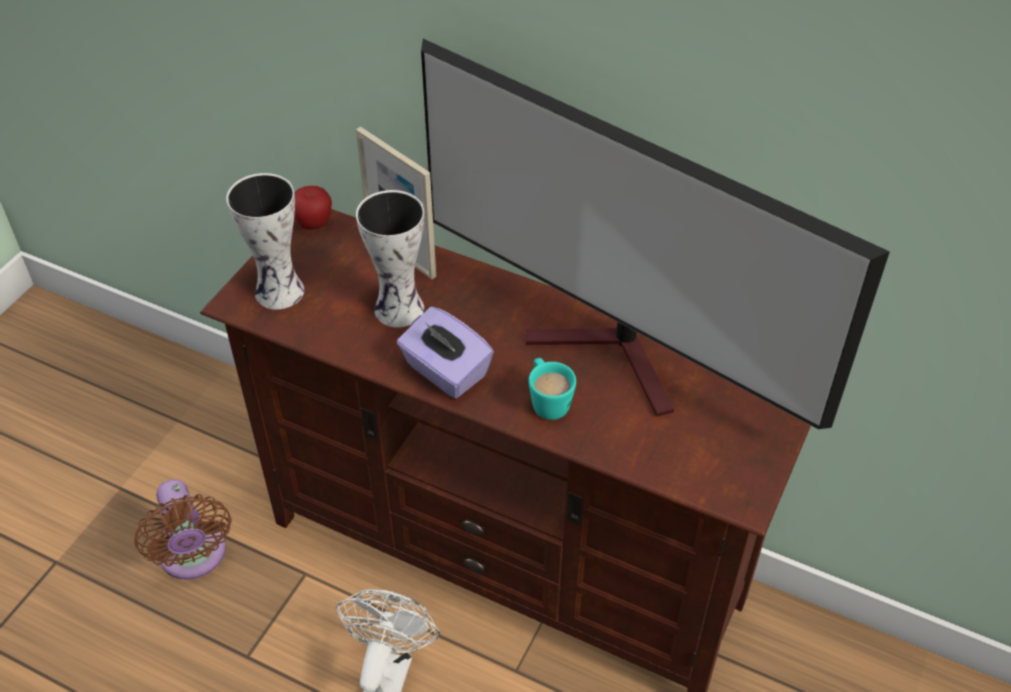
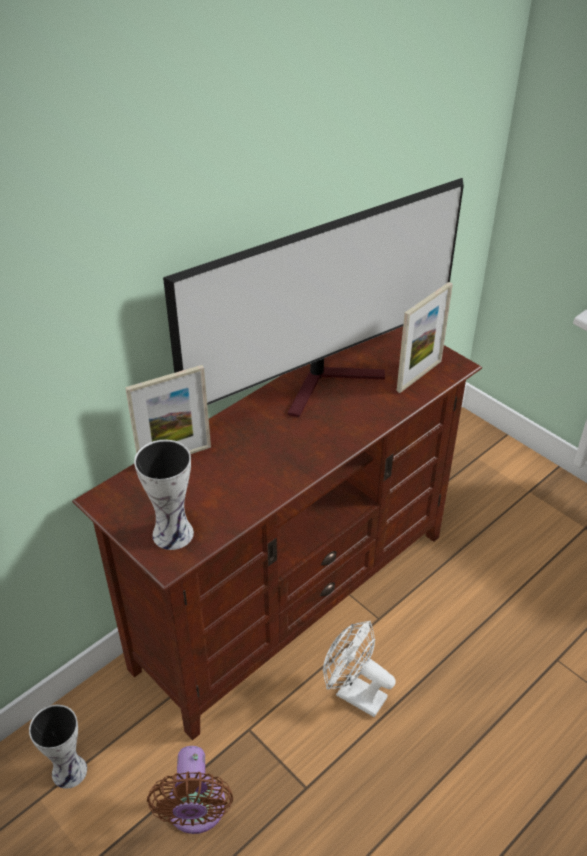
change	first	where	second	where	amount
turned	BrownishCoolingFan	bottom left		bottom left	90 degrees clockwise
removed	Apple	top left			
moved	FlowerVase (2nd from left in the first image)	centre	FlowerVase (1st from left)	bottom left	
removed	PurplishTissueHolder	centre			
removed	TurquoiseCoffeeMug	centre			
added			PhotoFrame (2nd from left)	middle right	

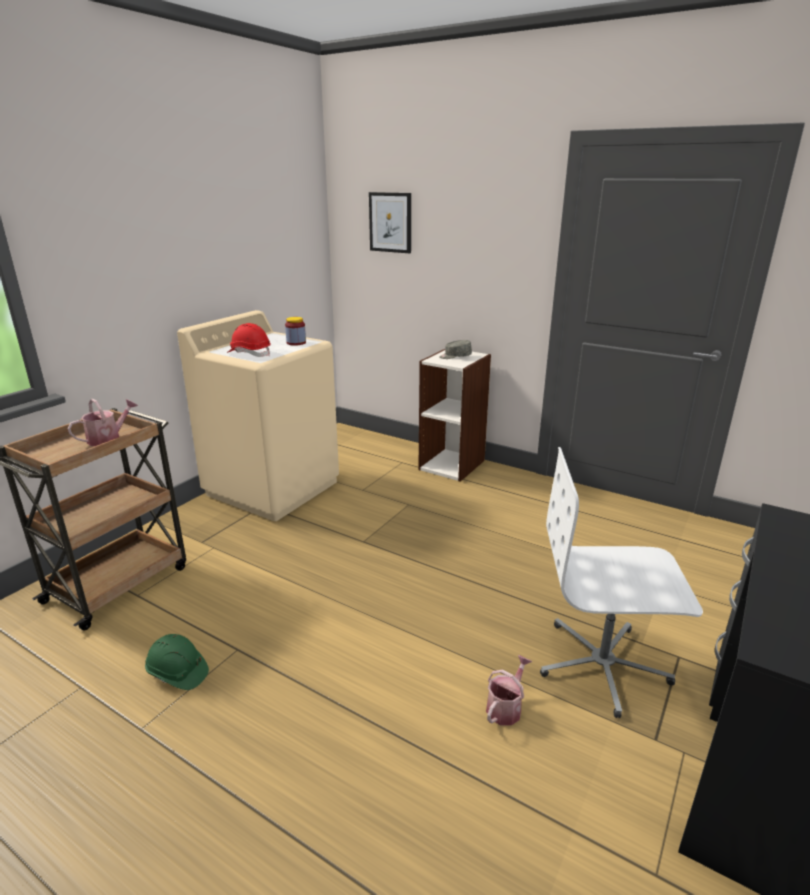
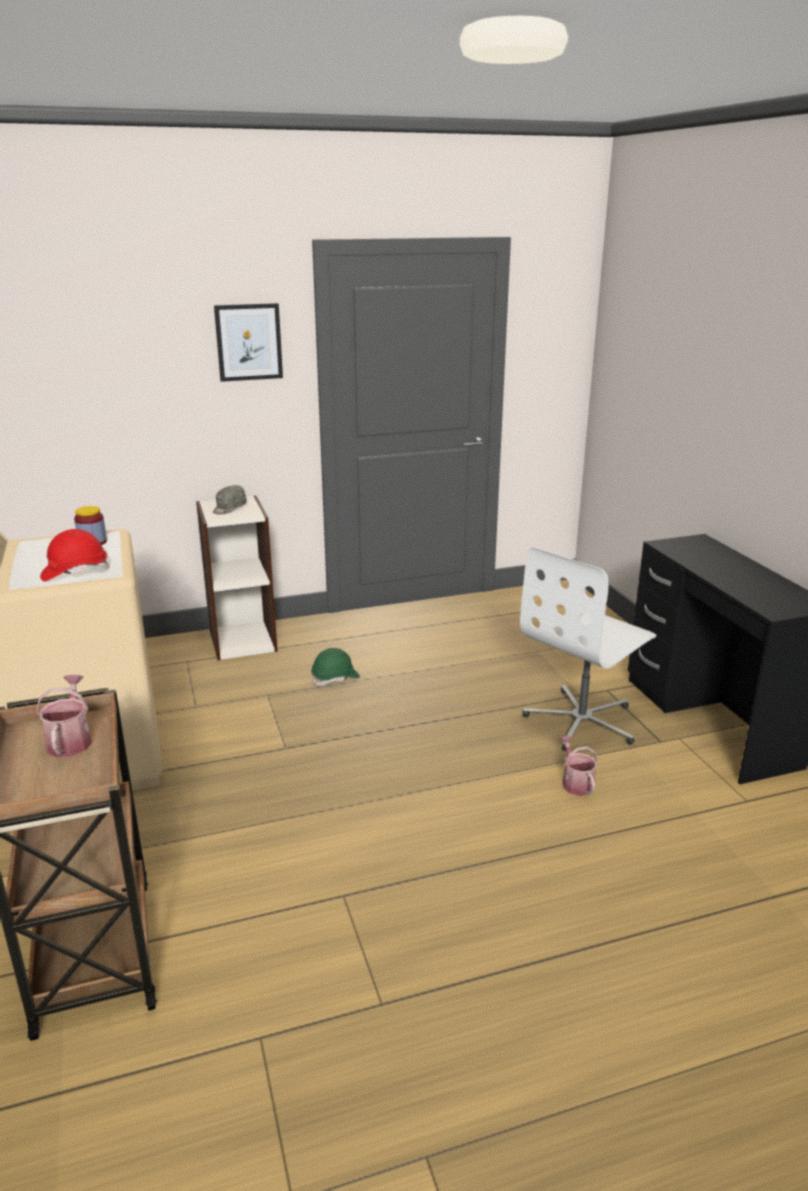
change	first	where	second	where	amount
moved	GreenColouredWorkHelmet	bottom left		centre	
moved	Picture	top centre		top left	

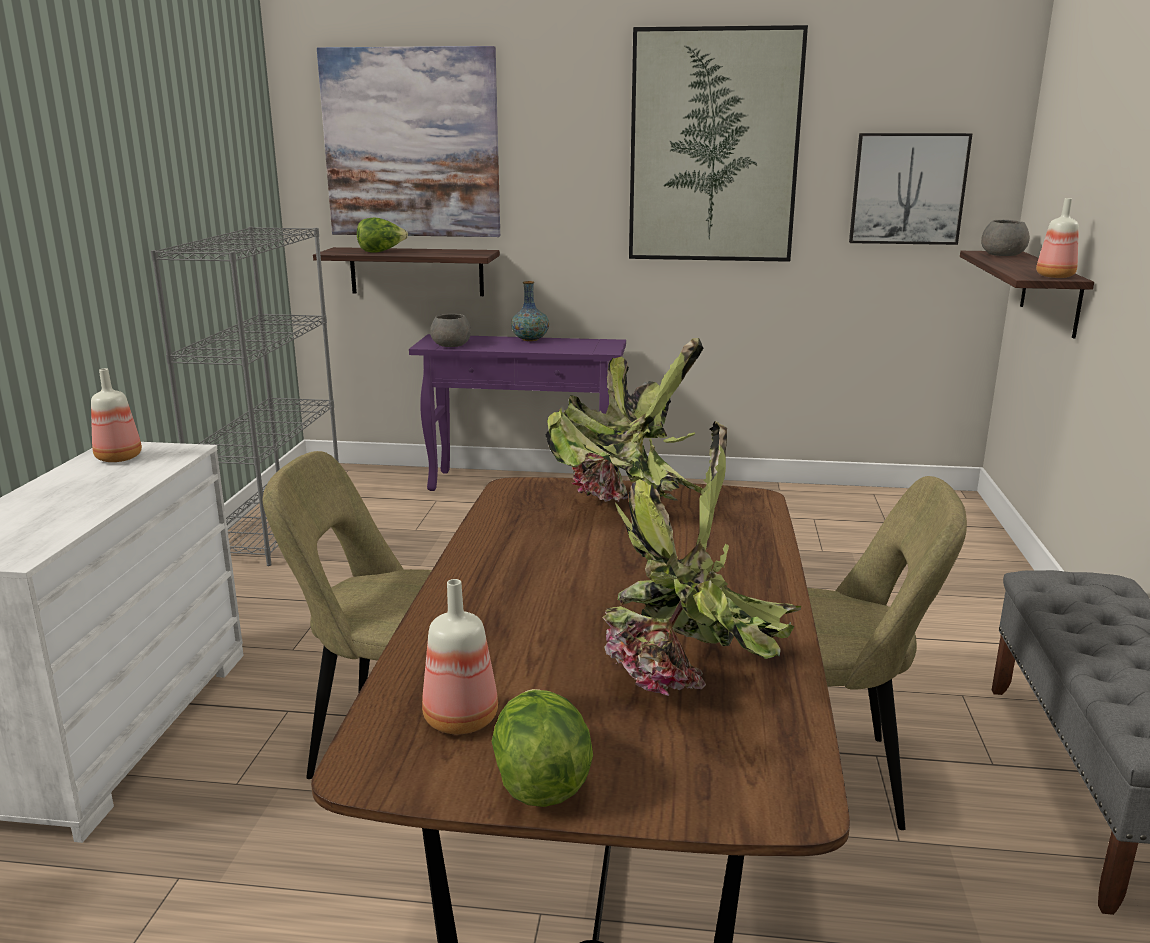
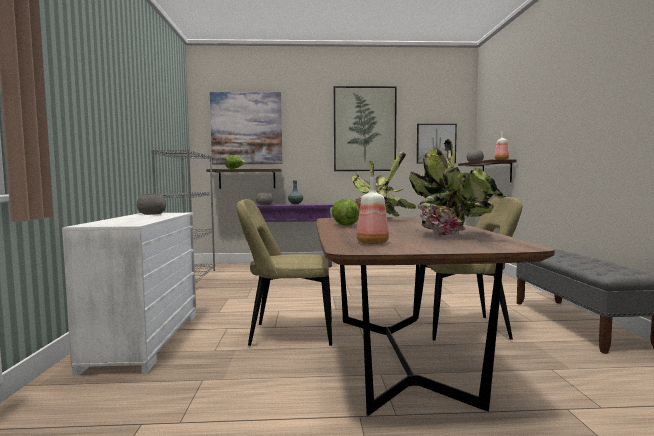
change	first	where	second	where	amount
replaced	DrinkBottle (1st from left)	middle left	GreyishServingBowl (1st from left)	middle left	
moved	HeadOfLettuce (2nd from left)	bottom centre		centre	

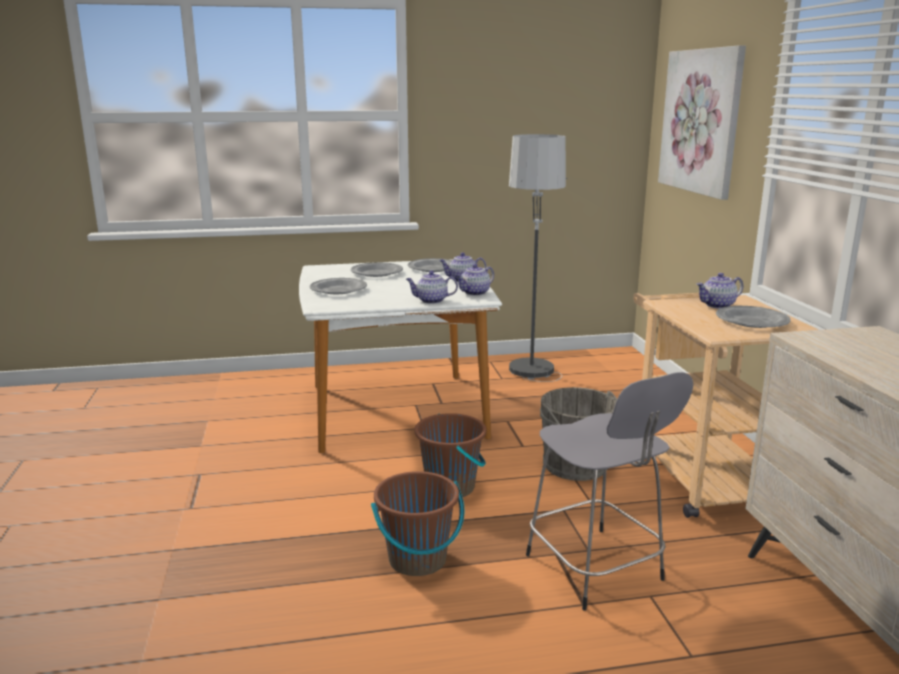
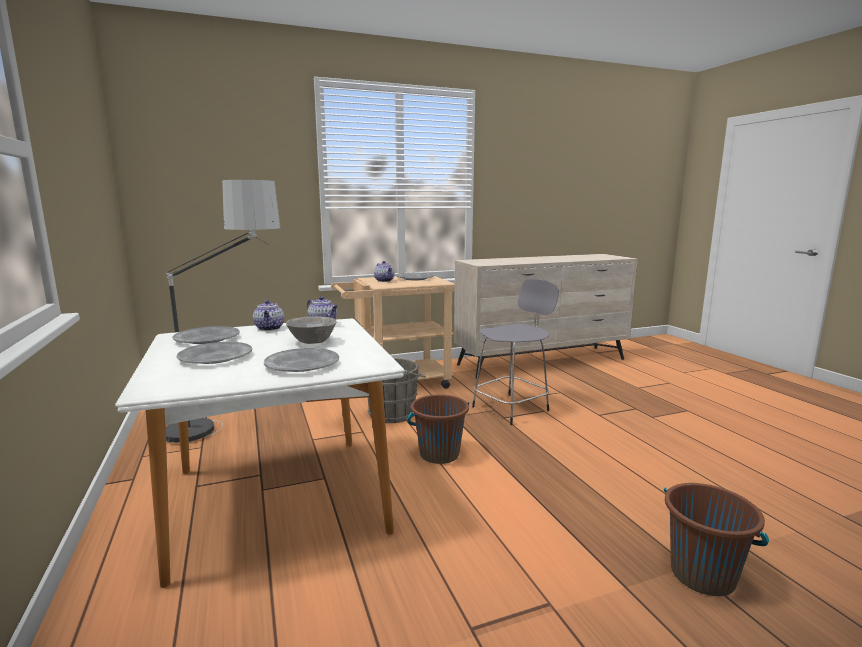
change	first	where	second	where	amount
moved	BrownishWaterBucket (1st from left in the first image)	bottom centre	BrownishWaterBucket (2nd from left)	bottom right	
removed	PotForTea (1st from left)	centre			
removed	Picture	top right			
added			GreyishServingBowl	centre	

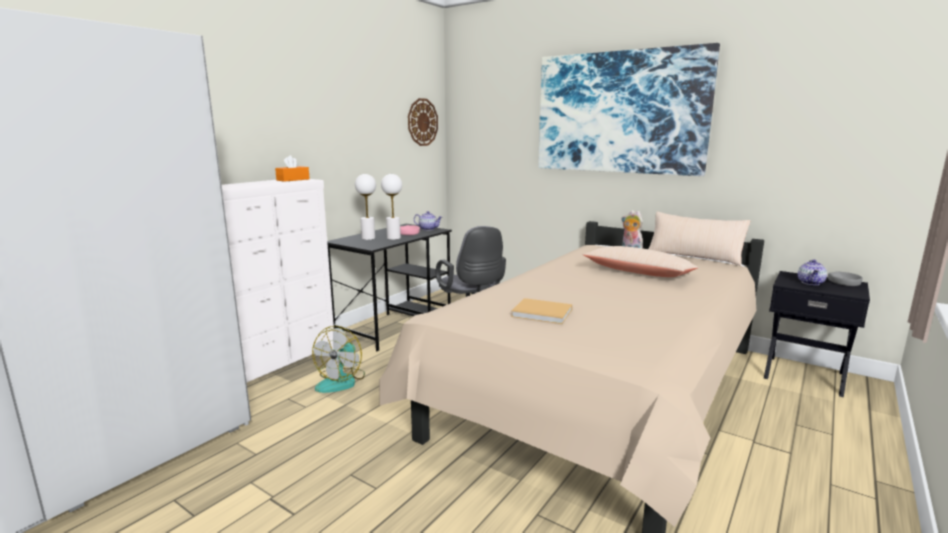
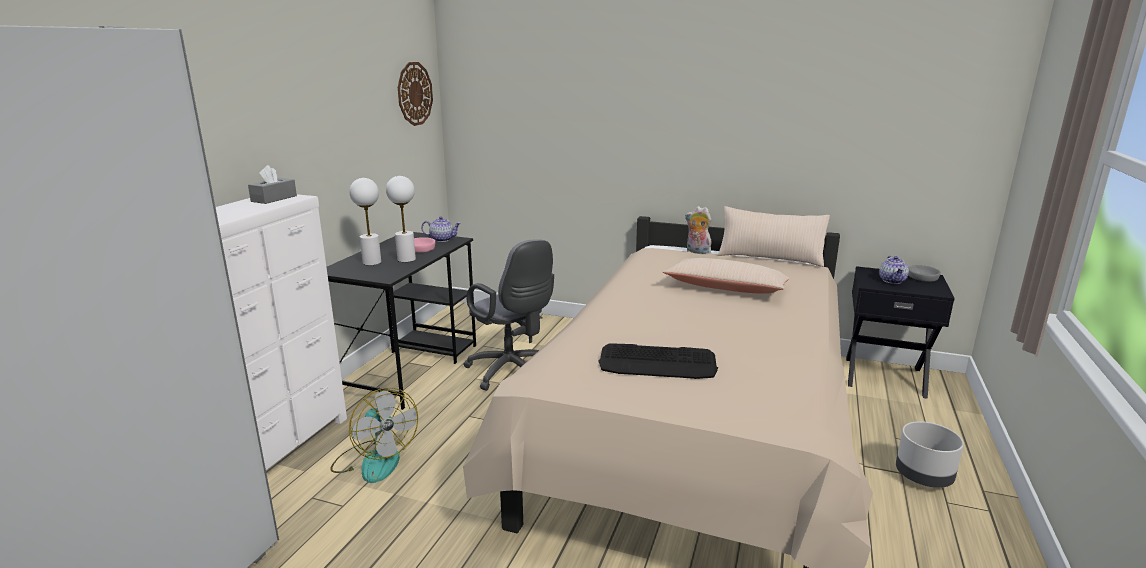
change	first	where	second	where	amount
recoloured	OrangeTissueHolder	top left	GreyishTissueHolder	top left	
turned	CoolingFan	bottom centre		bottom left	45 degrees counterclockwise
replaced	BeigeBook	centre	Keyboard	centre	
removed	Picture	top centre			
added			GreyishPlanter	bottom right	

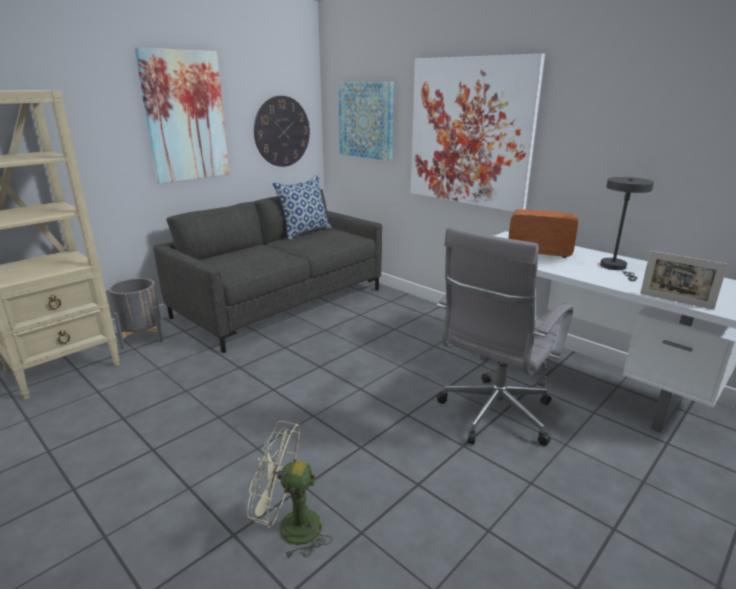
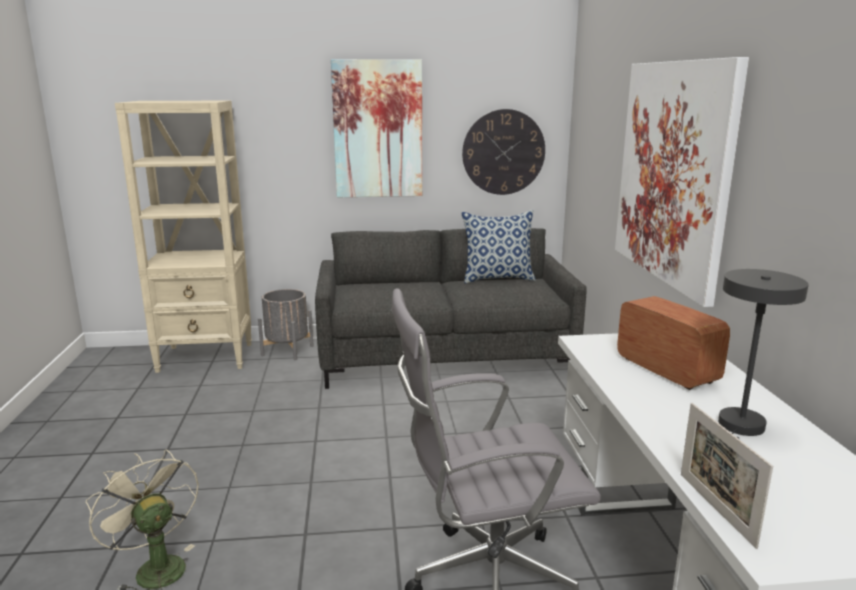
change	first	where	second	where	amount
removed	Picture (2nd from left)	top centre			

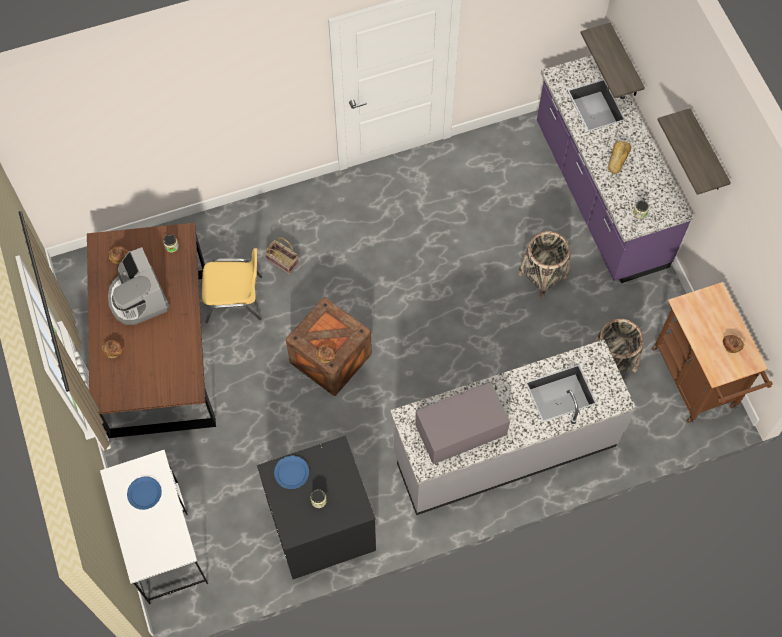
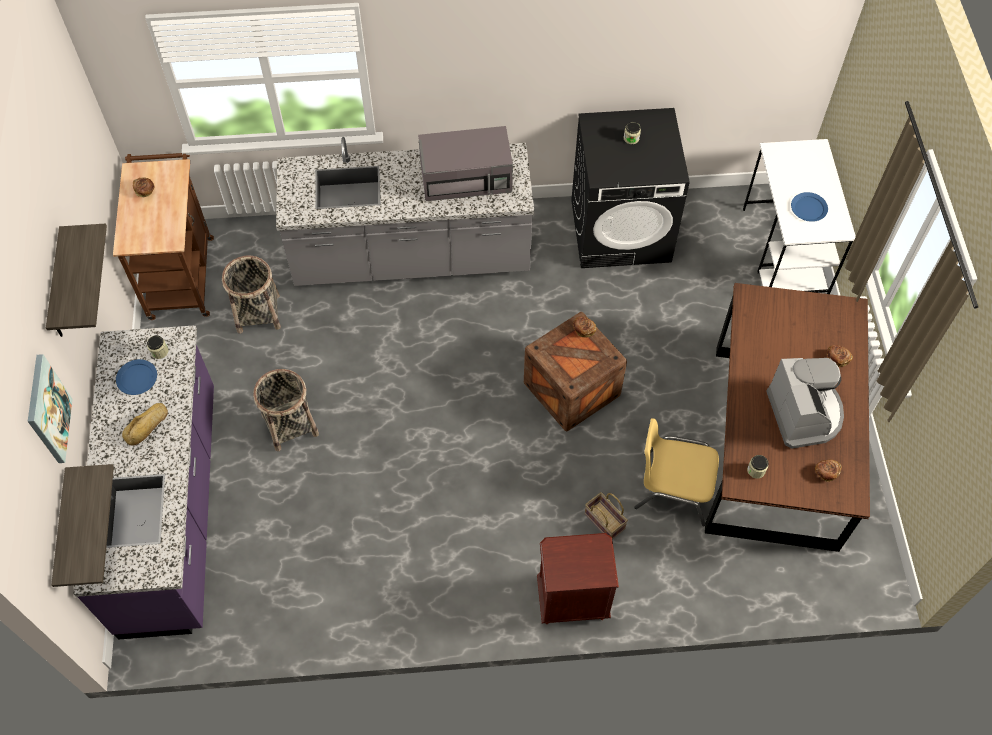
change	first	where	second	where	amount
moved	BlueFlatDish (2nd from left in the first image)	bottom centre	BlueFlatDish (1st from left)	middle left	
added			Picture	middle left	
added			BrownishBedsideTable	bottom centre	

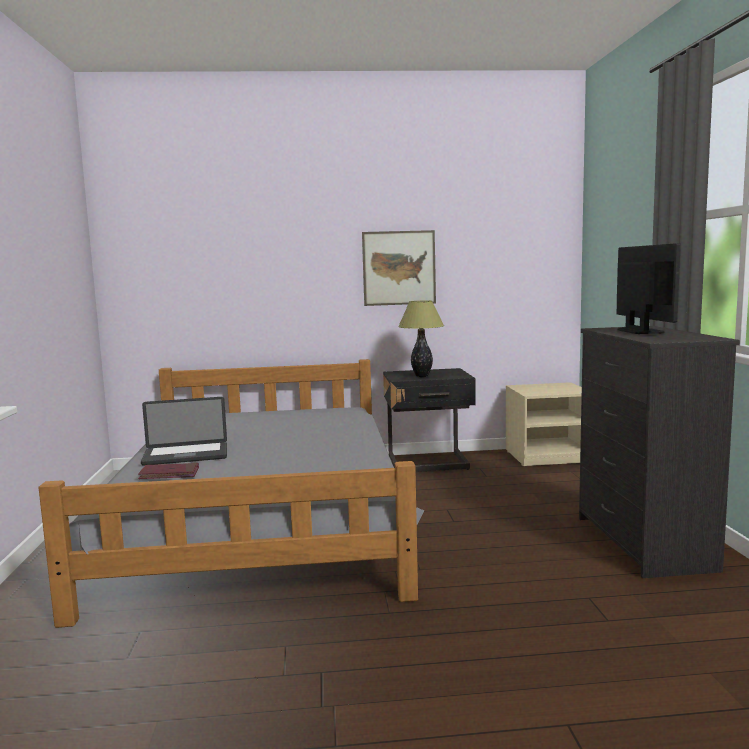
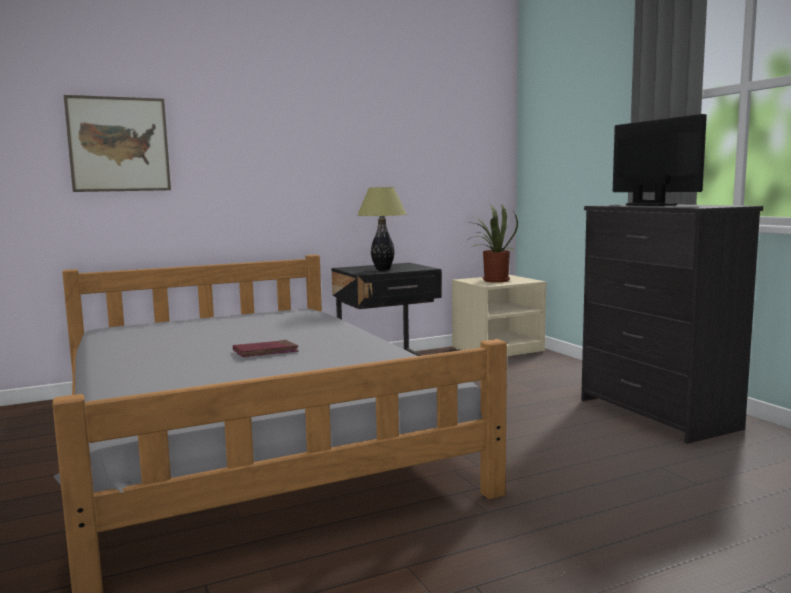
change	first	where	second	where	amount
moved	ReddishBook	middle left		centre	
removed	NotebookComputer	middle left			
moved	Picture	centre		top left	
added			Houseplant	centre	

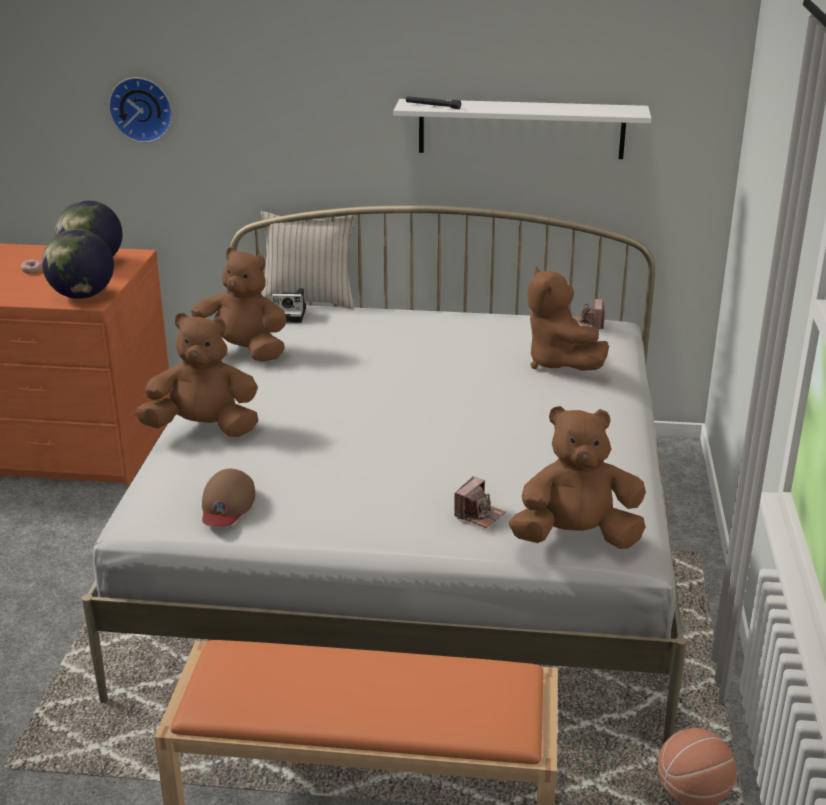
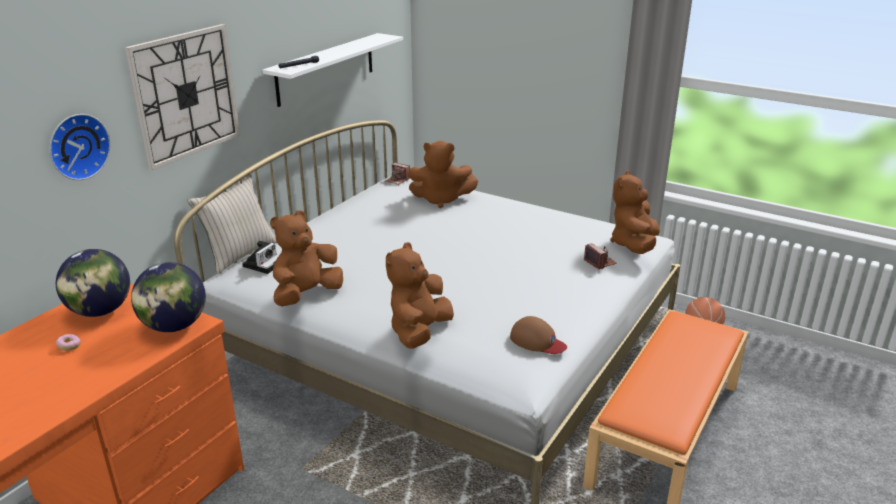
change	first	where	second	where	amount
added			HangingClock (2nd from left)	top left	

